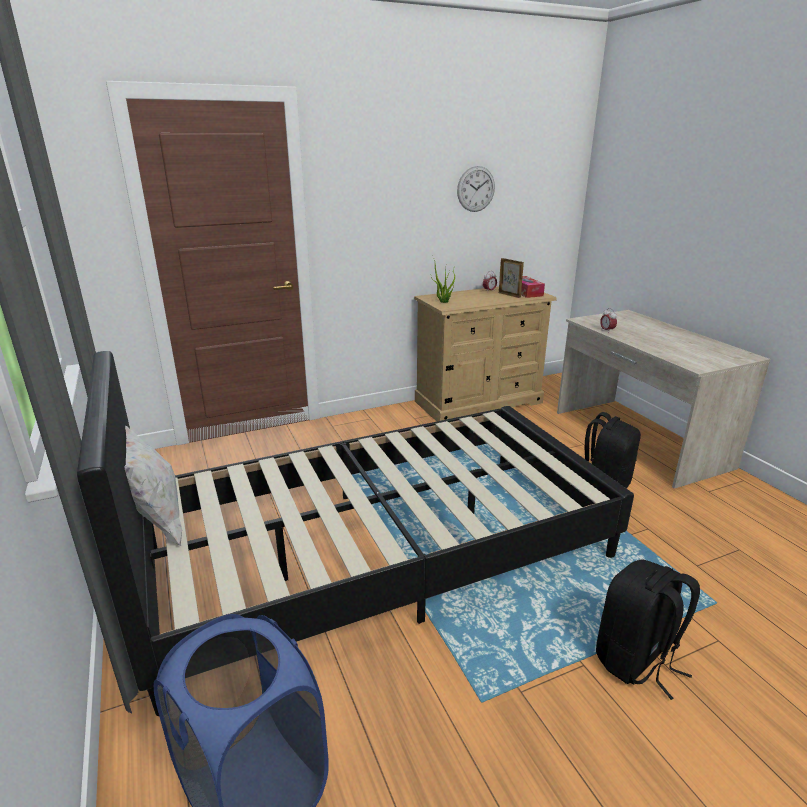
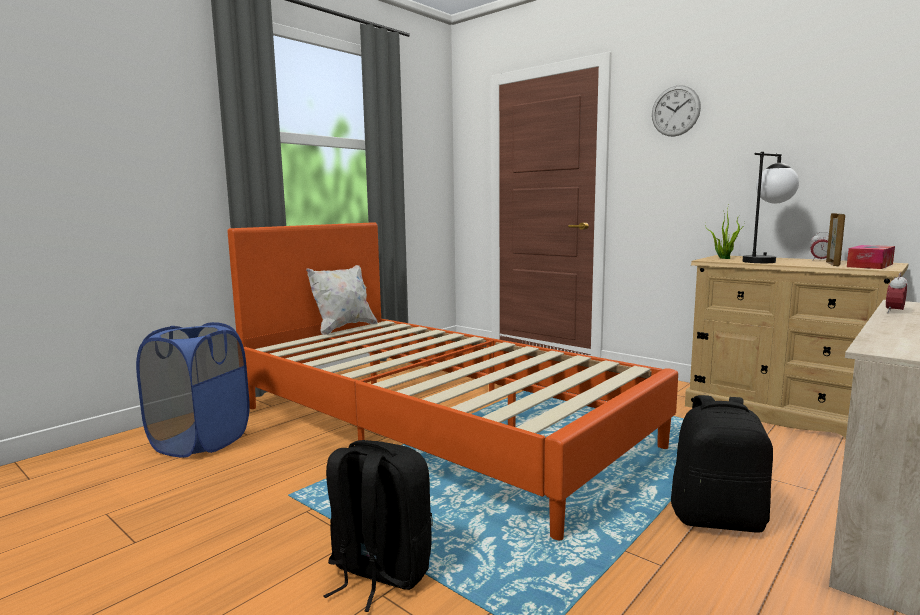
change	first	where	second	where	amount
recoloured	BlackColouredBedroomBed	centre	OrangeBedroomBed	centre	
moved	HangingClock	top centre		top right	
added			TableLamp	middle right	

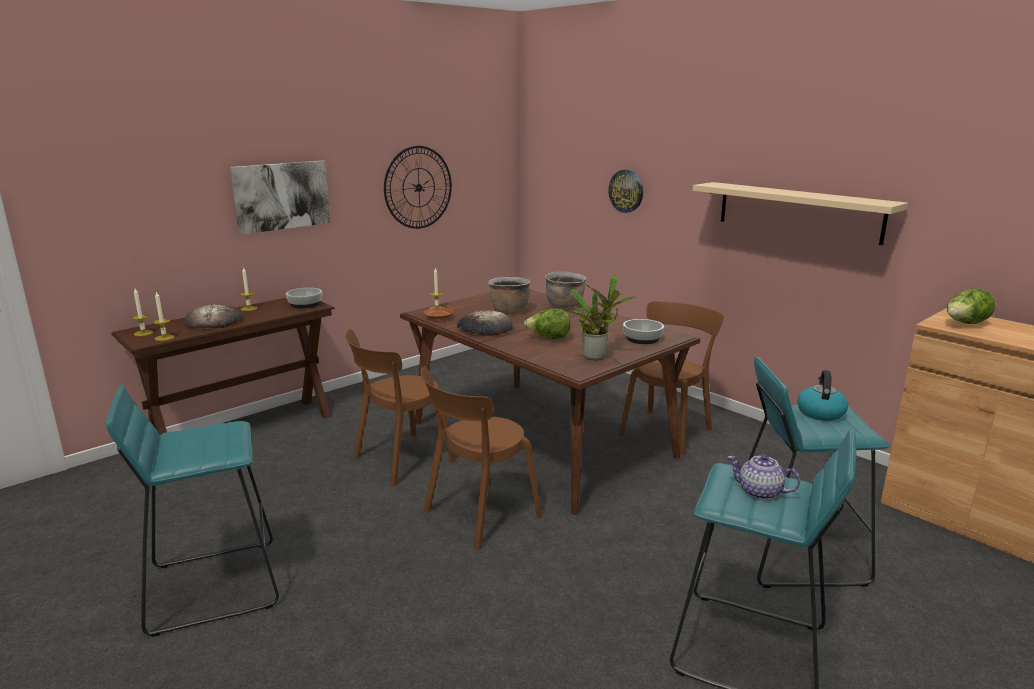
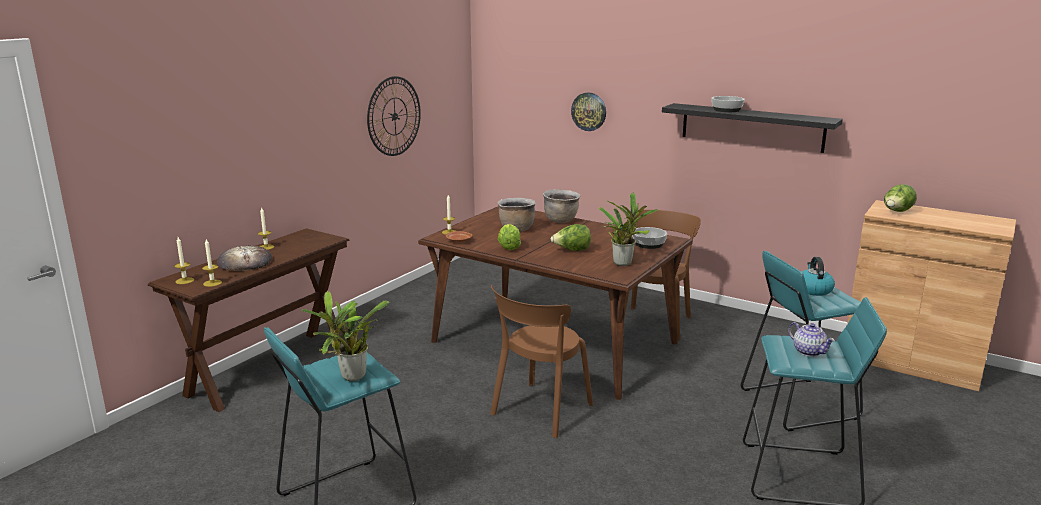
change	first	where	second	where	amount
removed	Picture	top left			
moved	ServingBowl (1st from left in the first image)	middle left	ServingBowl (2nd from left)	top right	
removed	BrownishPlainChair (1st from left)	centre			
replaced	BakedBread (2nd from left)	centre	HeadOfLettuce (1st from left)	centre	
recoloured	BeigeWallShelf	top right	BlackColouredWallShelf	top right	
turned	PotForTea	bottom right		bottom right	135 degrees counterclockwise
added			Houseplant (1st from left)	middle left	

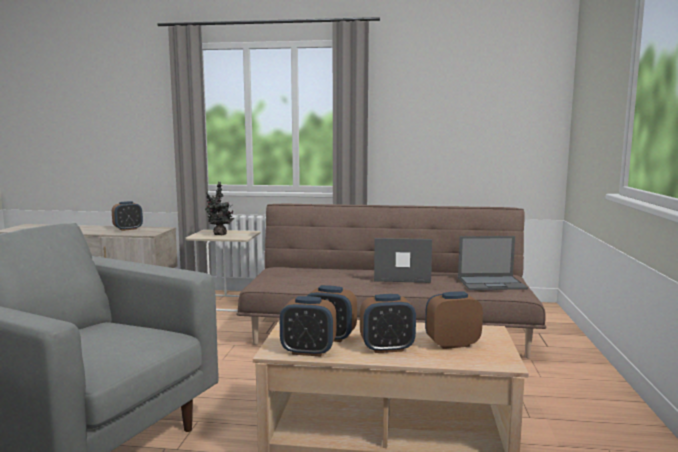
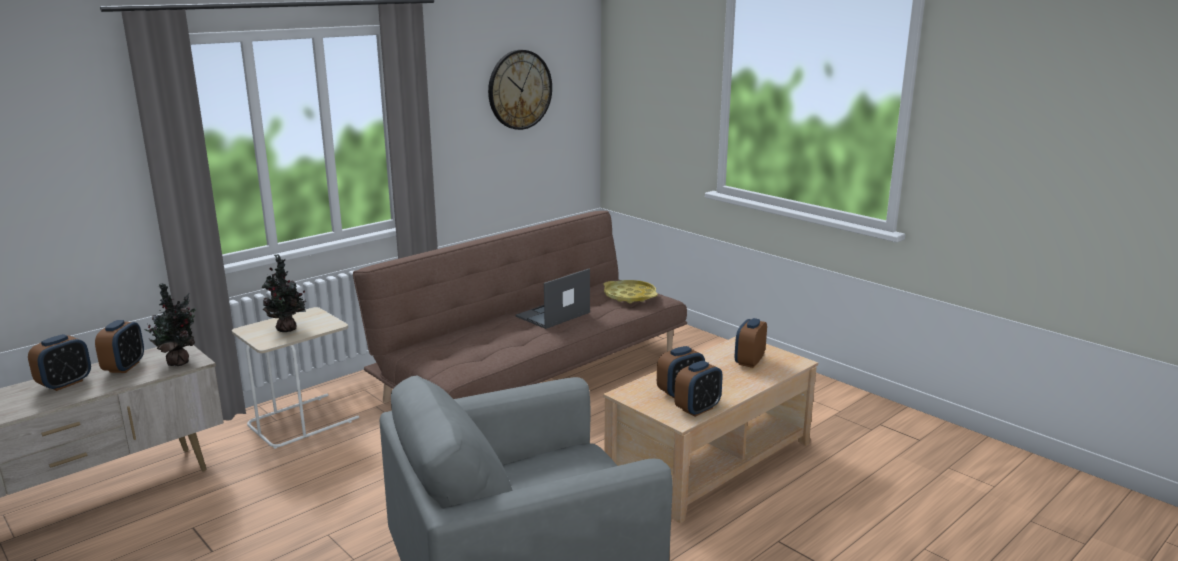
change	first	where	second	where	amount
moved	TableClock (4th from left in the first image)	bottom centre	TableClock (1st from left)	middle left	
replaced	NotebookComputer (2nd from left)	middle right	YellowColouredServingTray	centre	
added			Houseplant (1st from left)	middle left	
added			HangingClock	top centre	

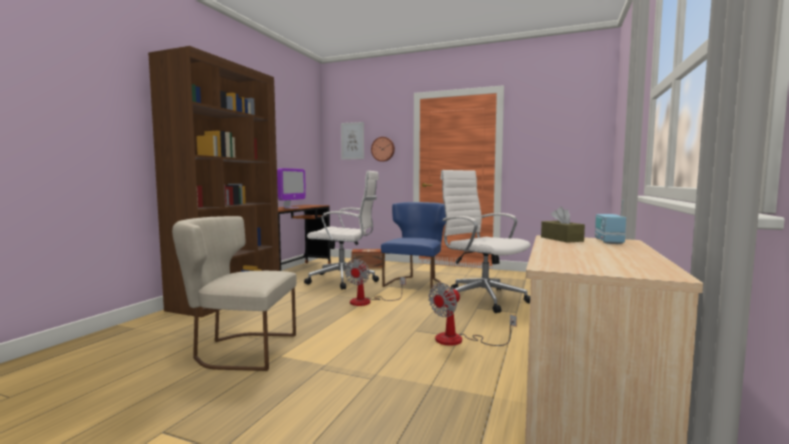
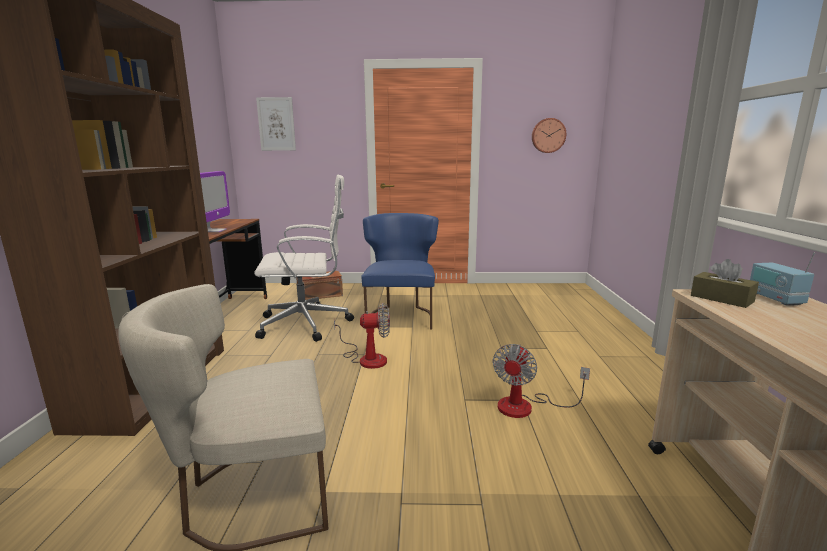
change	first	where	second	where	amount
turned	CoolingFan (1st from left)	centre		centre	90 degrees counterclockwise
moved	HangingClock	centre		top centre	
removed	WhiteDeskChair (2nd from left)	centre			

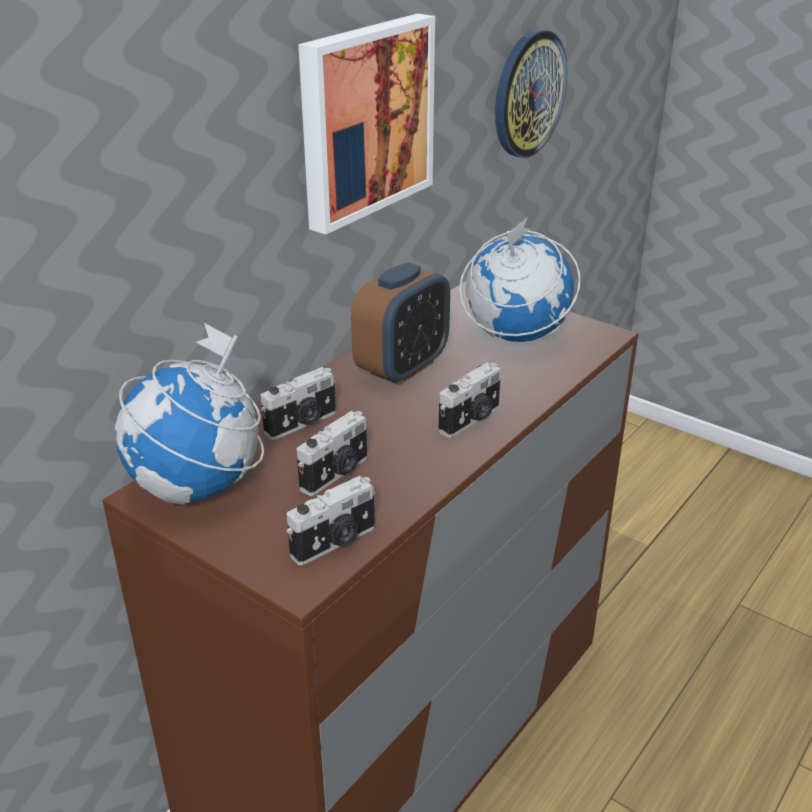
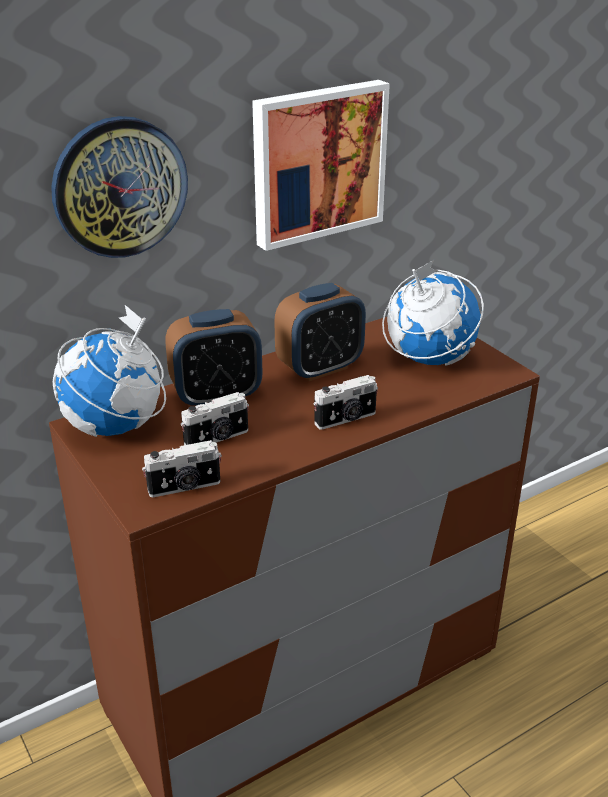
change	first	where	second	where	amount
replaced	StillCamera (1st from left)	centre	TableClock (1st from left)	centre	
moved	HangingClock	top centre		top left	

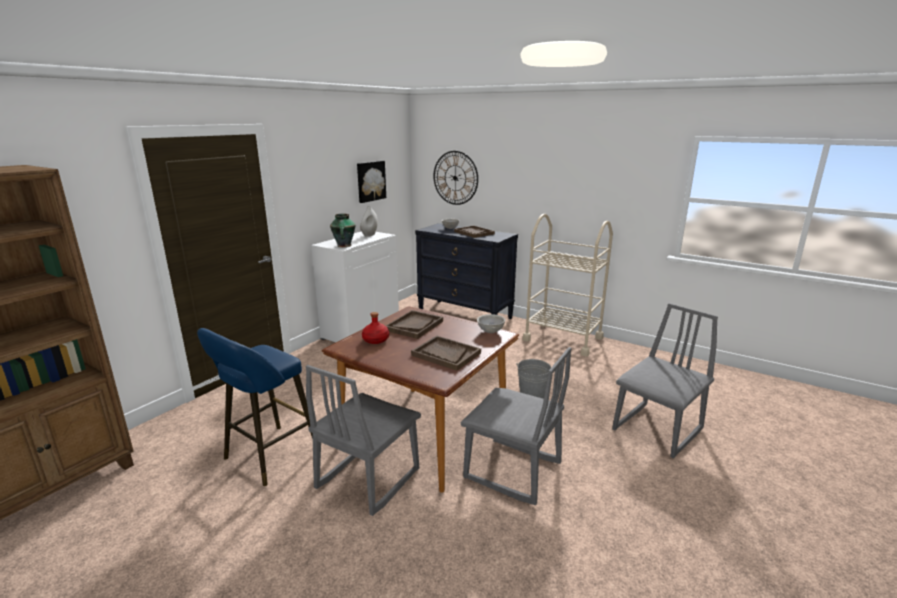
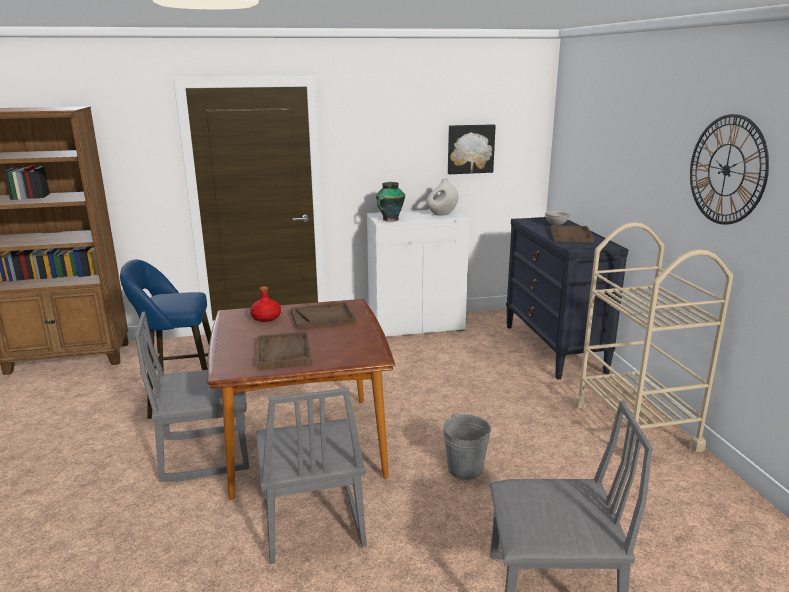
change	first	where	second	where	amount
moved	HangingClock	top centre		top right	
removed	GreyishServingBowl (2nd from left)	centre			

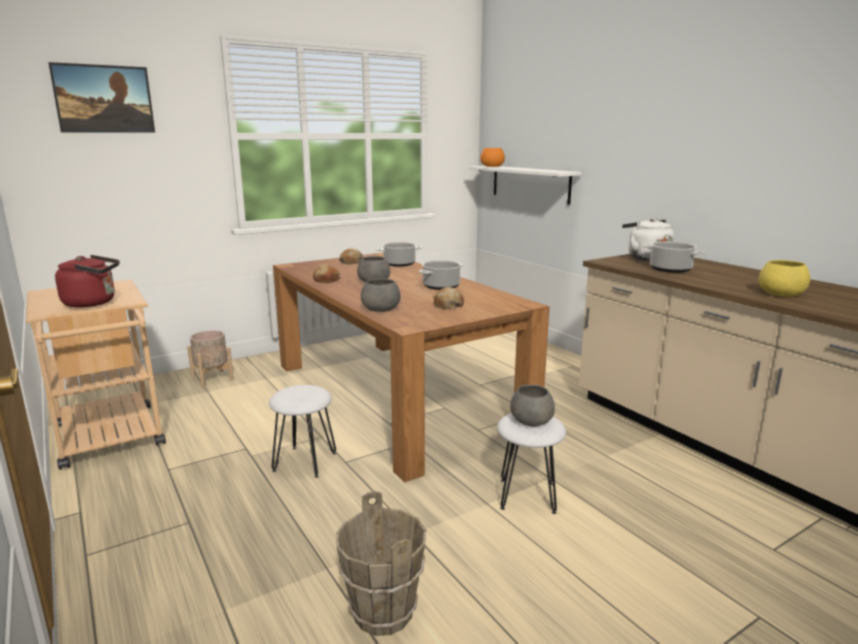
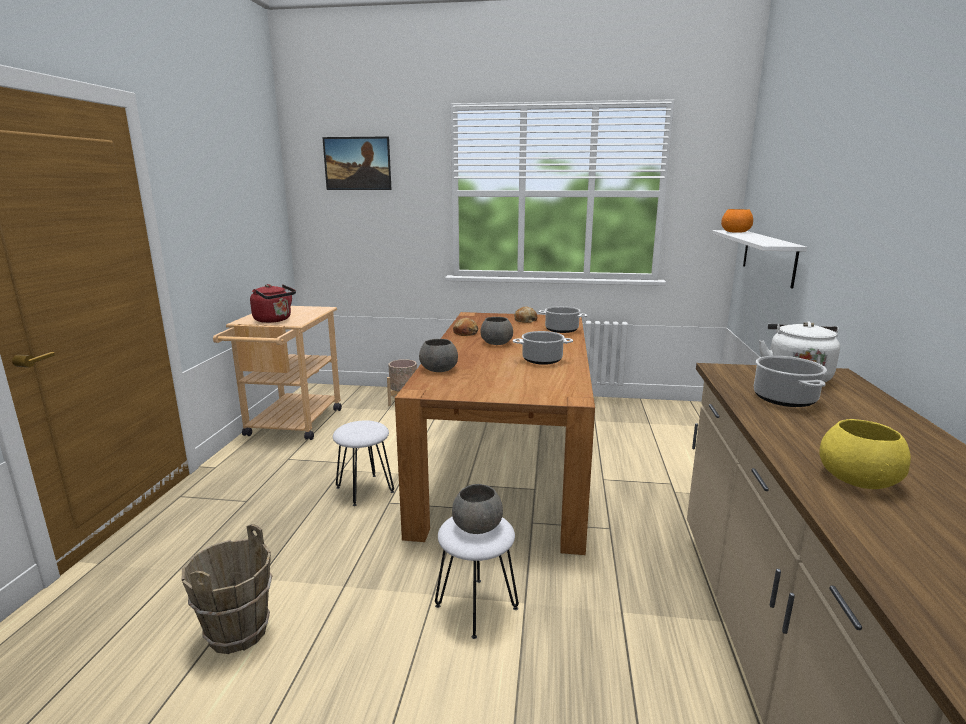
change	first	where	second	where	amount
removed	BakedBread (3rd from left)	centre			

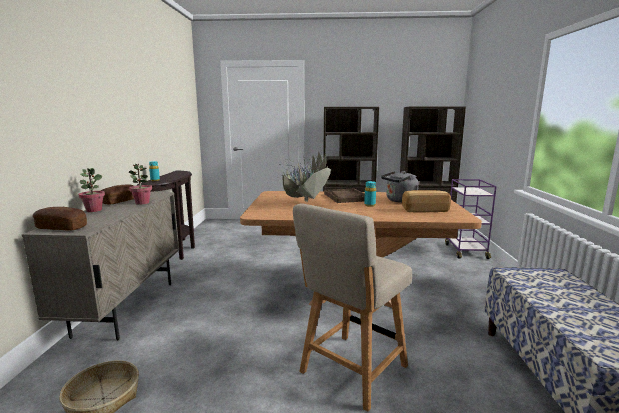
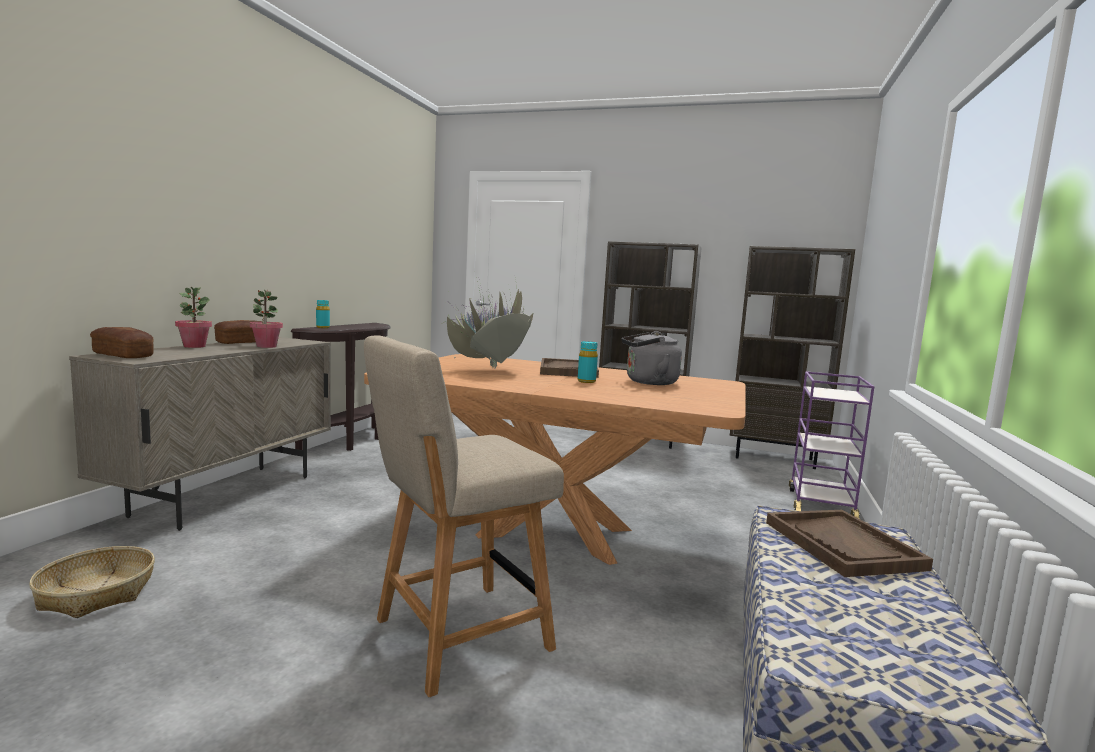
change	first	where	second	where	amount
removed	BakedBread (3rd from left)	middle right			
added			BrownishServingTray (2nd from left)	bottom right	

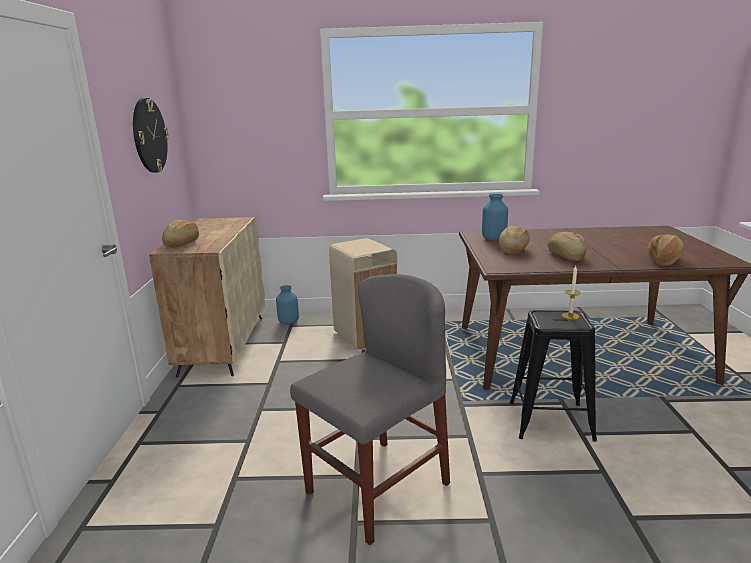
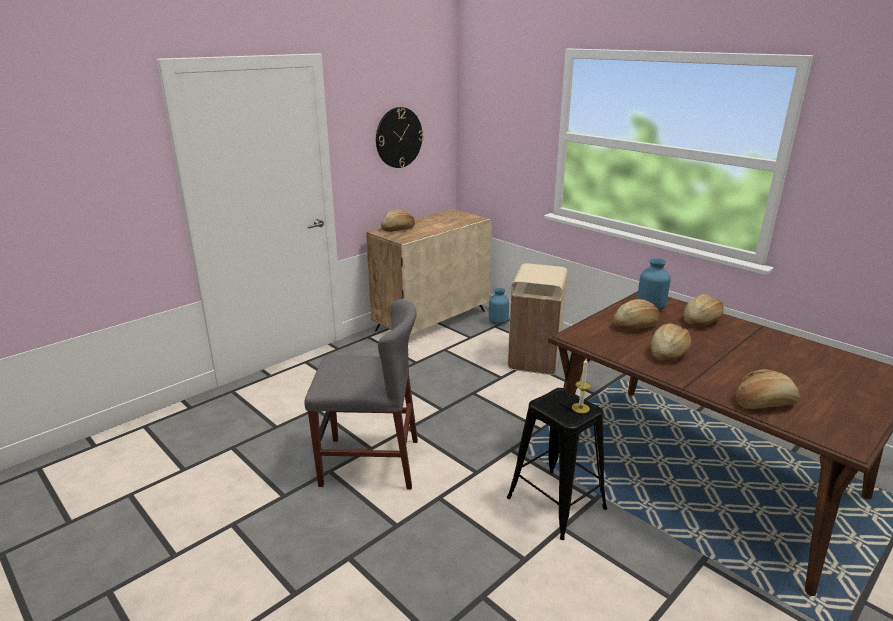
change	first	where	second	where	amount
added			BakedBread (4th from left)	middle right	

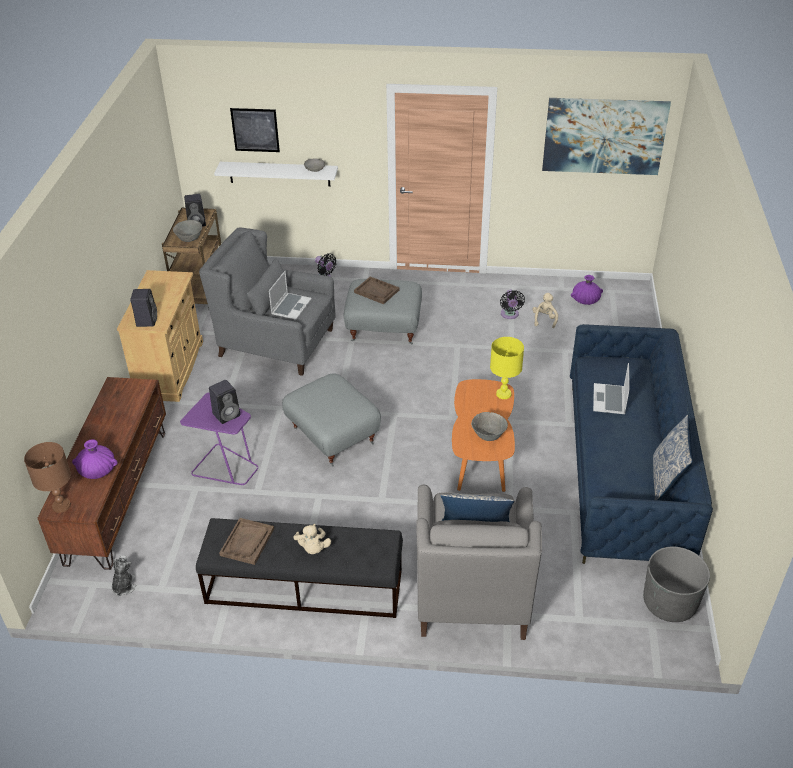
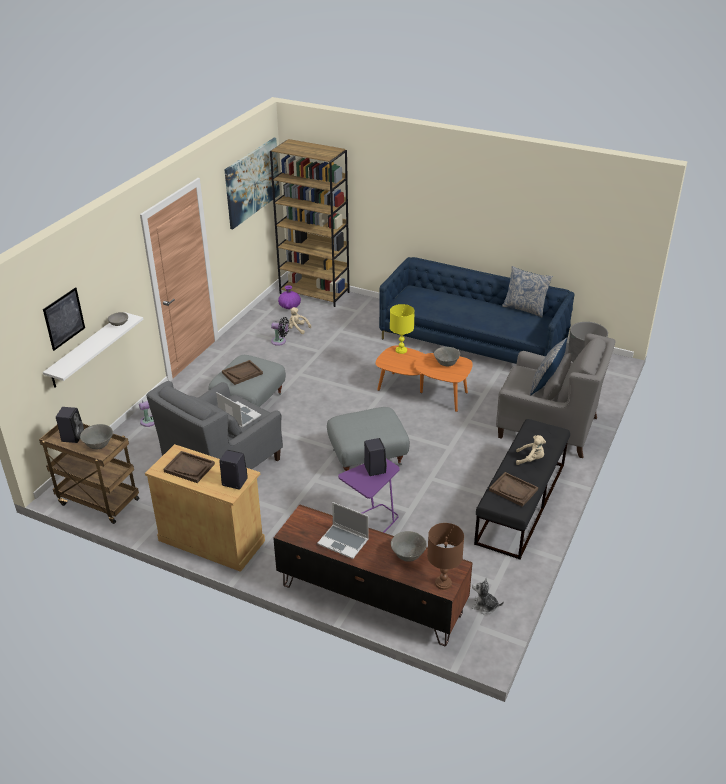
change	first	where	second	where	amount
replaced	PurplishFlowerVase (1st from left)	middle left	GreyishServingBowl (3rd from left)	bottom centre	
moved	NotebookComputer (2nd from left)	middle right		bottom centre	
added			BrownishServingTray (1st from left)	middle left	
added			BrownishBookshelf	top centre	

